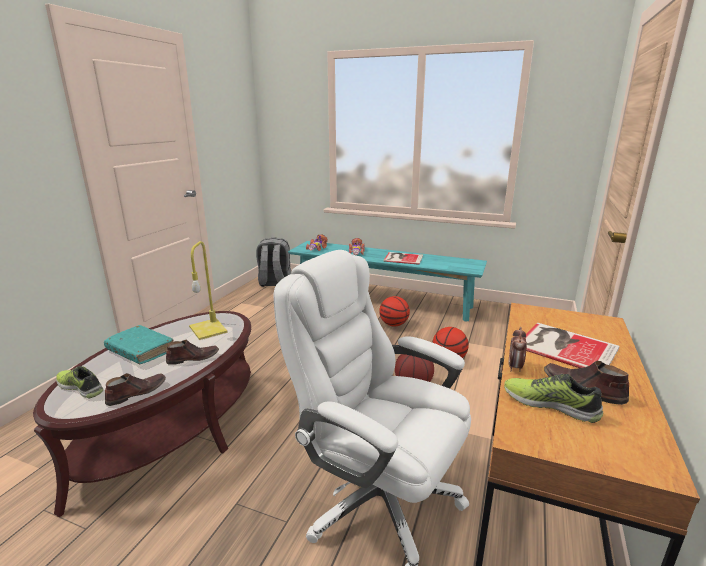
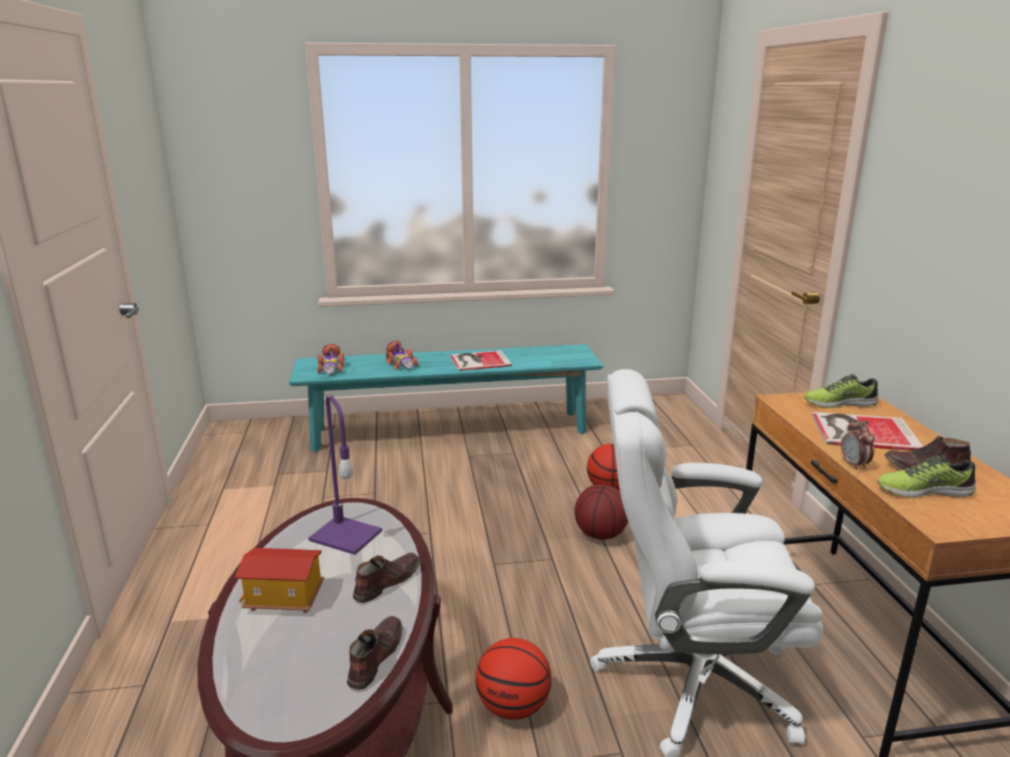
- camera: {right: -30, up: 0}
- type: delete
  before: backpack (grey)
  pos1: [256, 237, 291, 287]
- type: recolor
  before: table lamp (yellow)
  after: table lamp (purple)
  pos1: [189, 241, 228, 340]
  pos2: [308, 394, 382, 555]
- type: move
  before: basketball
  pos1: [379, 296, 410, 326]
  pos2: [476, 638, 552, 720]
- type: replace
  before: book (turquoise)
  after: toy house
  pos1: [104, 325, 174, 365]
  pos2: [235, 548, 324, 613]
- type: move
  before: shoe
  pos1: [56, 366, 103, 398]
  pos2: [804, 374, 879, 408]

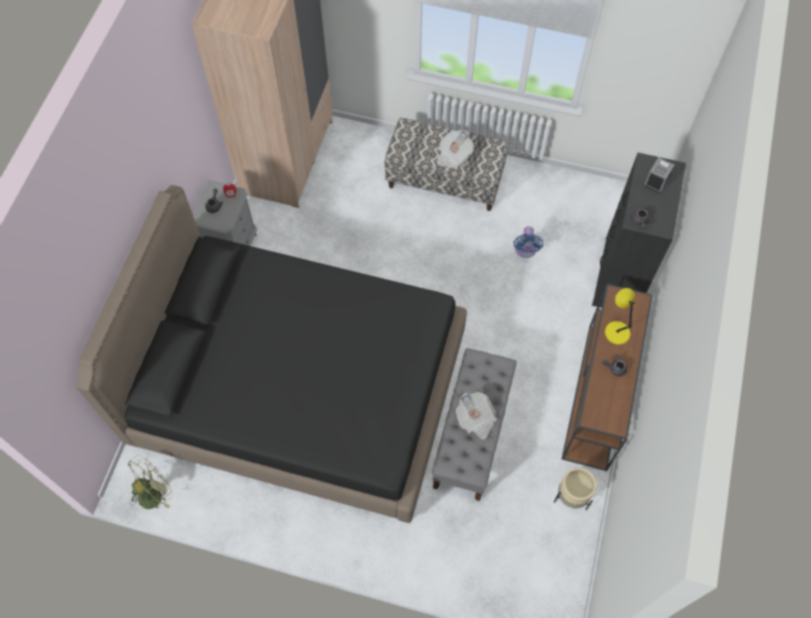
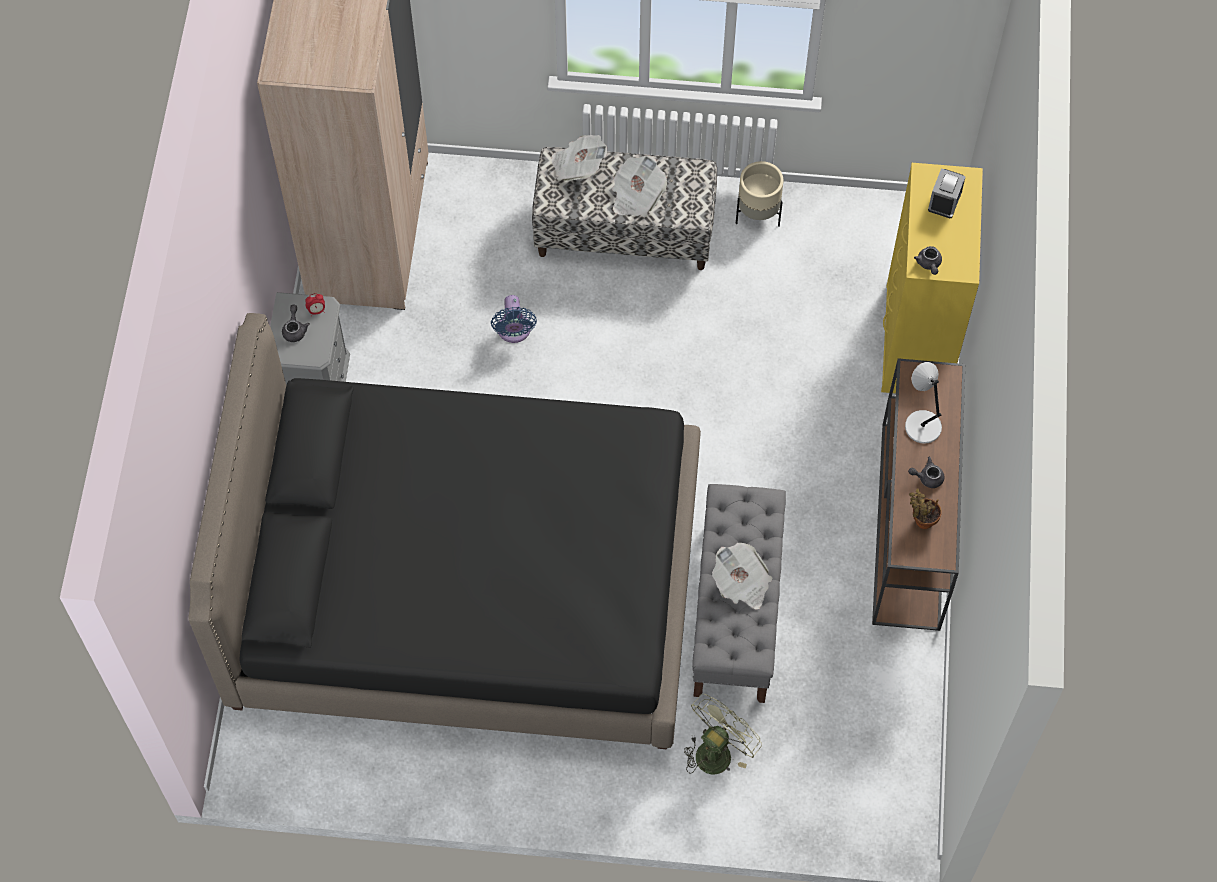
- camera: {right: -10, up: 0}
- type: recolor
  before: dresser (black)
  after: dresser (yellow)
  pos1: [592, 153, 686, 308]
  pos2: [881, 163, 983, 393]
- type: move
  before: fan (blue)
  pos1: [514, 226, 544, 258]
  pos2: [491, 295, 537, 343]
- type: recolor
  before: table lamp (yellow)
  after: table lamp (grey)
  pos1: [605, 288, 635, 345]
  pos2: [905, 362, 942, 444]
- type: move
  before: fan (green)
  pos1: [128, 455, 172, 509]
  pos2: [684, 694, 762, 774]
- type: move
  before: planter (beige)
  pos1: [554, 467, 596, 510]
  pos2: [736, 161, 784, 227]
- type: insert
  after: newspaper
  pos2: [551, 135, 608, 181]
- type: insert
  after: potted plant
  pos2: [909, 488, 942, 529]

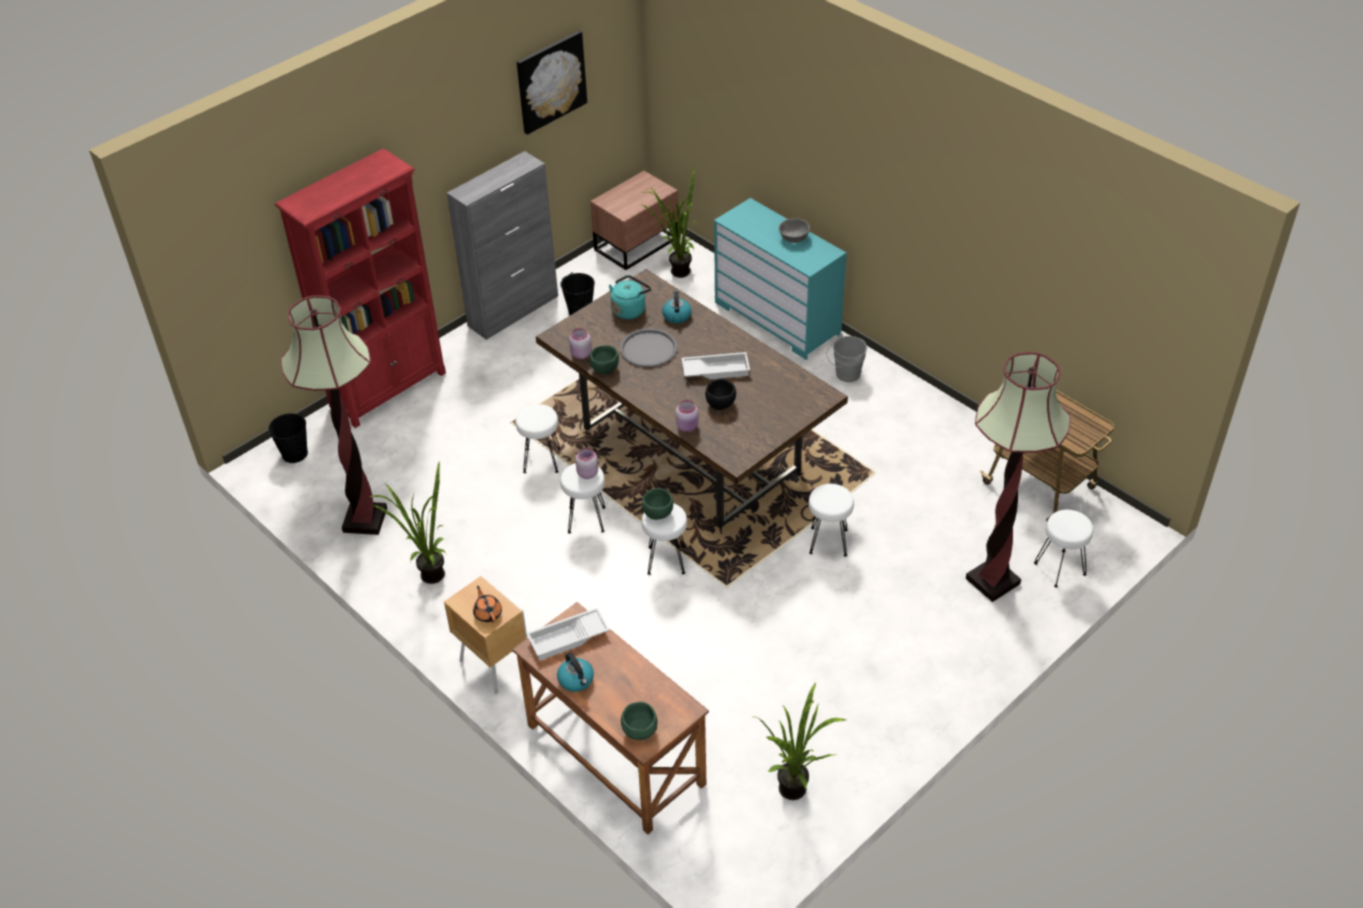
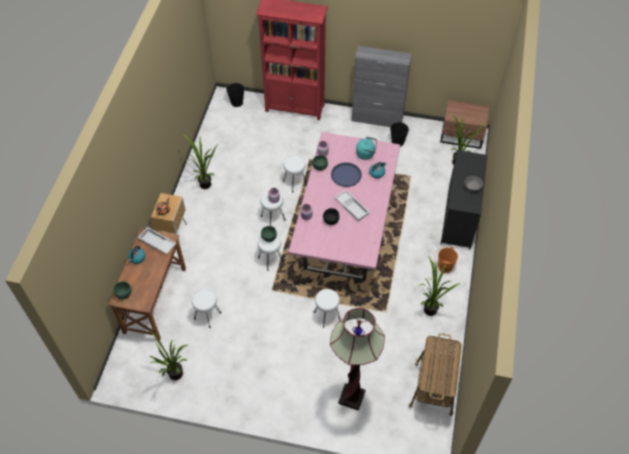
- camera: {right: 55, up: 10}
- type: delete
  before: picture
  pos1: [517, 31, 587, 135]
- type: recolor
  before: dresser (turquoise)
  after: dresser (black)
  pos1: [714, 198, 847, 360]
  pos2: [441, 150, 488, 250]
- type: recolor
  before: dining table (brown)
  after: dining table (pink)
  pos1: [536, 269, 848, 528]
  pos2: [288, 132, 400, 280]
- type: delete
  before: floor lamp
  pos1: [281, 295, 387, 535]
- type: recolor
  before: tray (grey)
  after: tray (blue)
  pos1: [620, 328, 677, 367]
  pos2: [331, 162, 362, 187]
- type: recolor
  before: bucket (grey)
  after: bucket (orange)
  pos1: [827, 334, 867, 382]
  pos2: [434, 247, 458, 273]
- type: move
  before: stool (white)
  pos1: [1034, 510, 1093, 588]
  pos2: [192, 289, 221, 328]
- type: insert
  after: potted plant
  pos2: [419, 256, 461, 316]

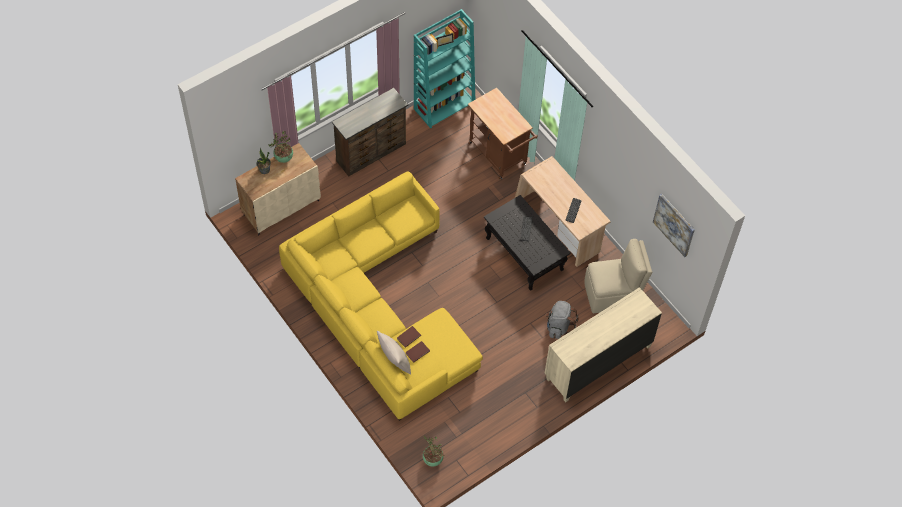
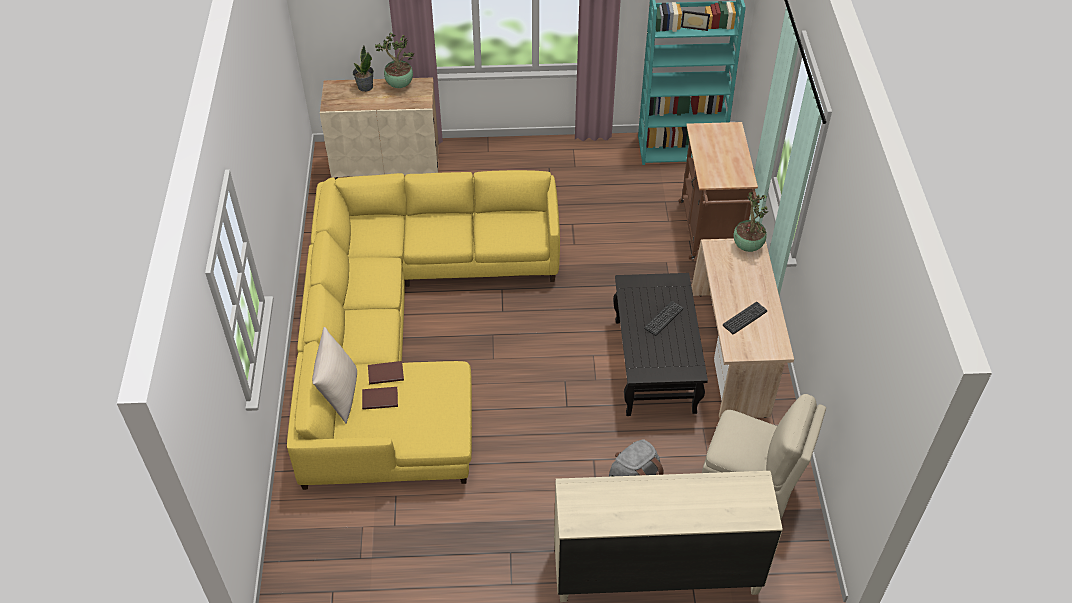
- camera: {right: 35, up: -10}
- type: delete
  before: dresser (brown)
  pos1: [332, 88, 408, 176]
- type: delete
  before: picture
  pos1: [653, 194, 695, 257]
- type: move
  before: potted plant
  pos1: [423, 436, 444, 466]
  pos2: [733, 192, 768, 252]

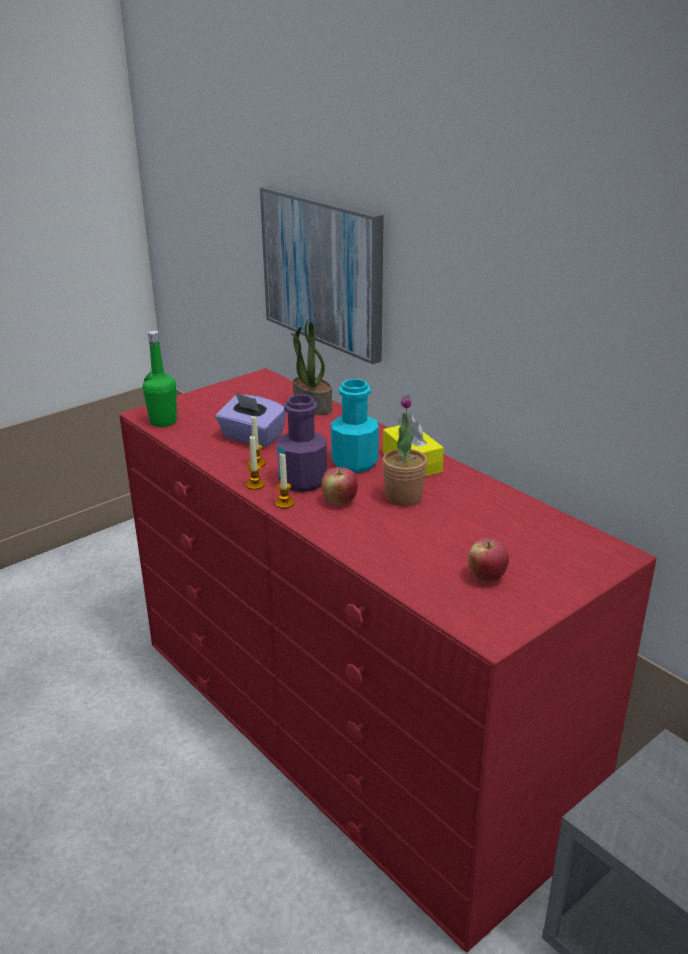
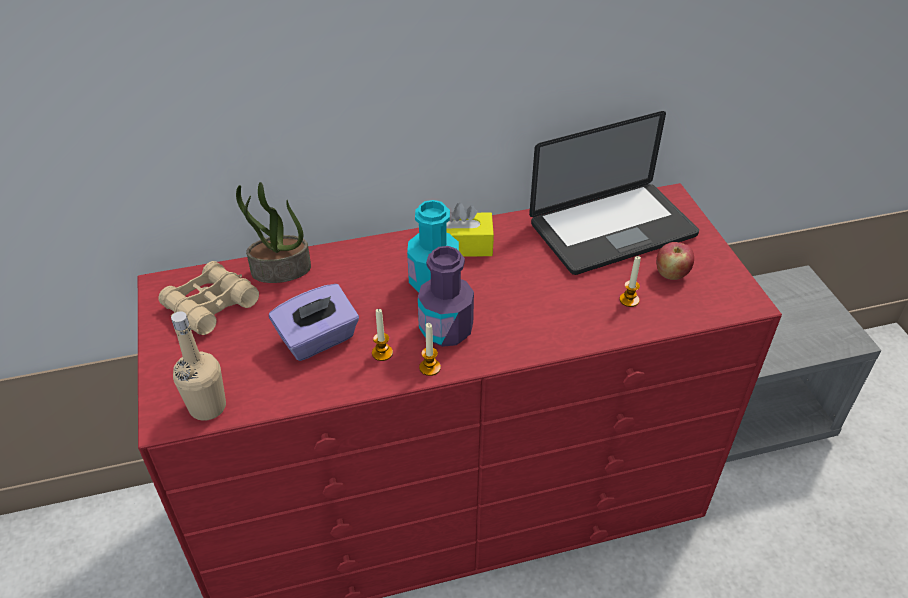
- camera: {right: -65, up: 15}
- type: delete
  before: picture
  pos1: [260, 186, 384, 364]
- type: recolor
  before: bottle (green)
  after: bottle (beige)
  pos1: [143, 331, 177, 427]
  pos2: [171, 311, 226, 421]
- type: delete
  before: potted plant
  pos1: [382, 395, 427, 506]
- type: move
  before: candle
  pos1: [275, 452, 294, 509]
  pos2: [619, 256, 641, 307]
- type: delete
  before: apple
  pos1: [321, 467, 358, 505]
- type: insert
  after: laptop
  pos2: [529, 111, 699, 275]
- type: insert
  after: binoculars (beige)
  pos2: [158, 261, 259, 335]

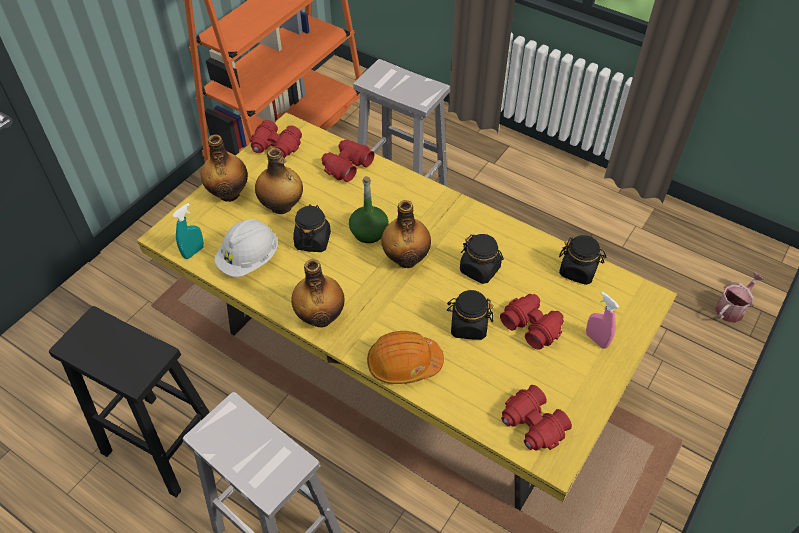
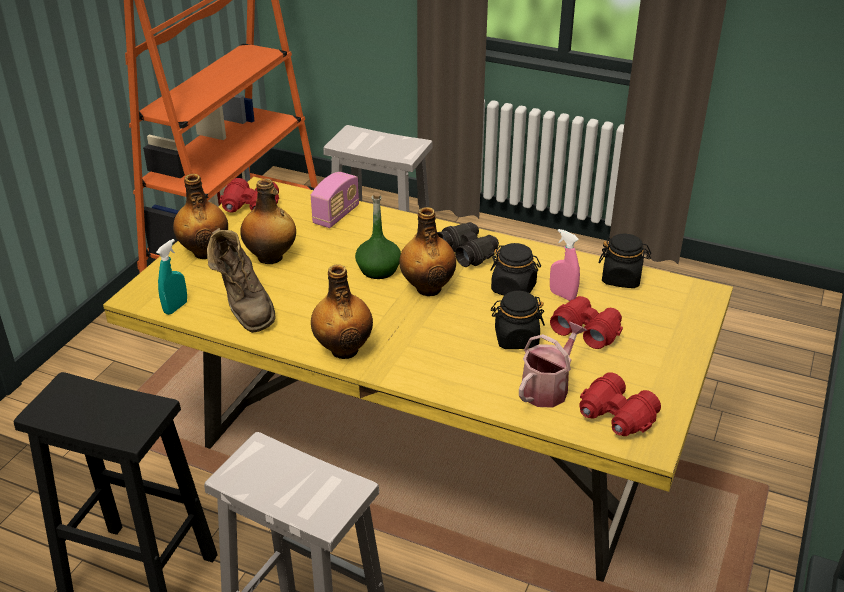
- camera: {right: -10, up: -15}
- type: replace
  before: binoculars (red)
  after: radio
  pos1: [322, 139, 375, 182]
  pos2: [311, 172, 359, 228]
- type: delete
  before: jar (black)
  pos1: [293, 204, 331, 252]
- type: replace
  before: hard hat (white)
  after: boot (brown)
  pos1: [215, 219, 278, 277]
  pos2: [207, 228, 276, 333]
- type: move
  before: watering can
  pos1: [715, 272, 764, 323]
  pos2: [519, 322, 587, 408]
- type: move
  before: spray bottle (pink)
  pos1: [586, 291, 619, 348]
  pos2: [550, 229, 580, 301]
- type: delete
  before: hard hat (orange)
  pos1: [367, 331, 444, 384]
- type: insert
  after: binoculars (black)
  pos2: [437, 222, 499, 267]

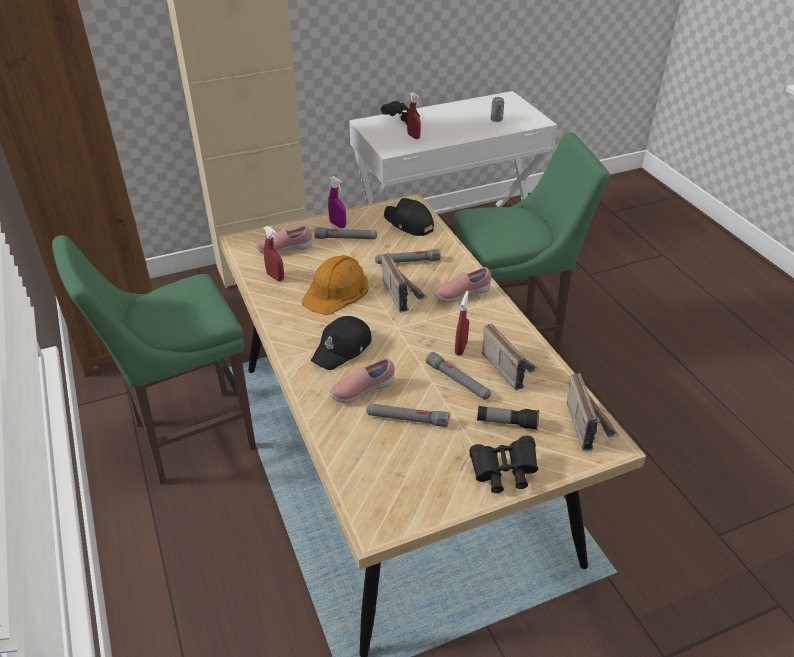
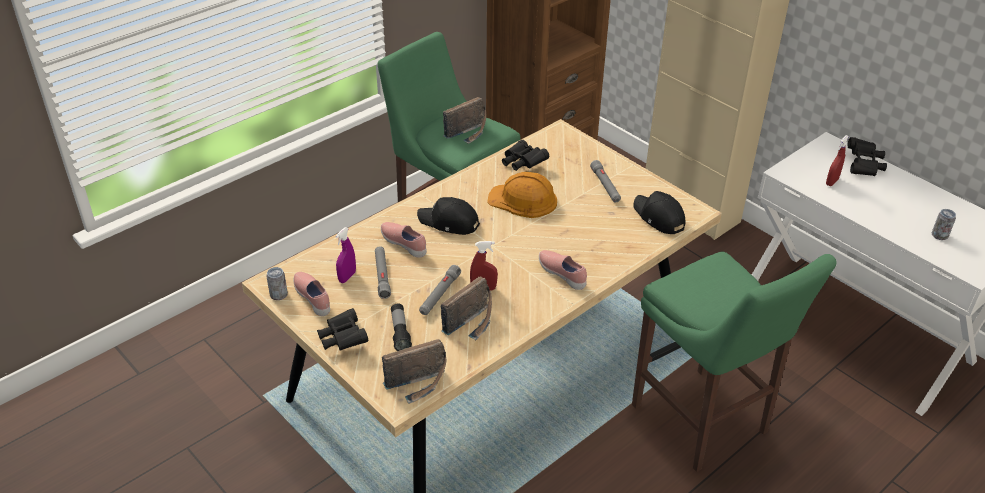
- camera: {right: 70, up: 0}
- type: move
  before: spray bottle (purple)
  pos1: [328, 176, 346, 228]
  pos2: [335, 227, 356, 283]
- type: rotate
  before: cap (black)
  pos1: [384, 198, 434, 236]
  pos2: [633, 191, 686, 234]
  turn: -60
- type: move
  before: shoe (pink)
  pos1: [255, 225, 312, 254]
  pos2: [293, 272, 330, 316]
- type: replace
  before: spray bottle (red)
  after: binoculars (black)
  pos1: [264, 226, 284, 281]
  pos2: [502, 140, 549, 171]
- type: delete
  before: flashlight (grey)
  pos1: [375, 249, 441, 264]
- type: move
  before: radio
  pos1: [381, 252, 428, 313]
  pos2: [443, 97, 486, 144]
- type: insert
  after: can
  pos2: [267, 267, 288, 300]

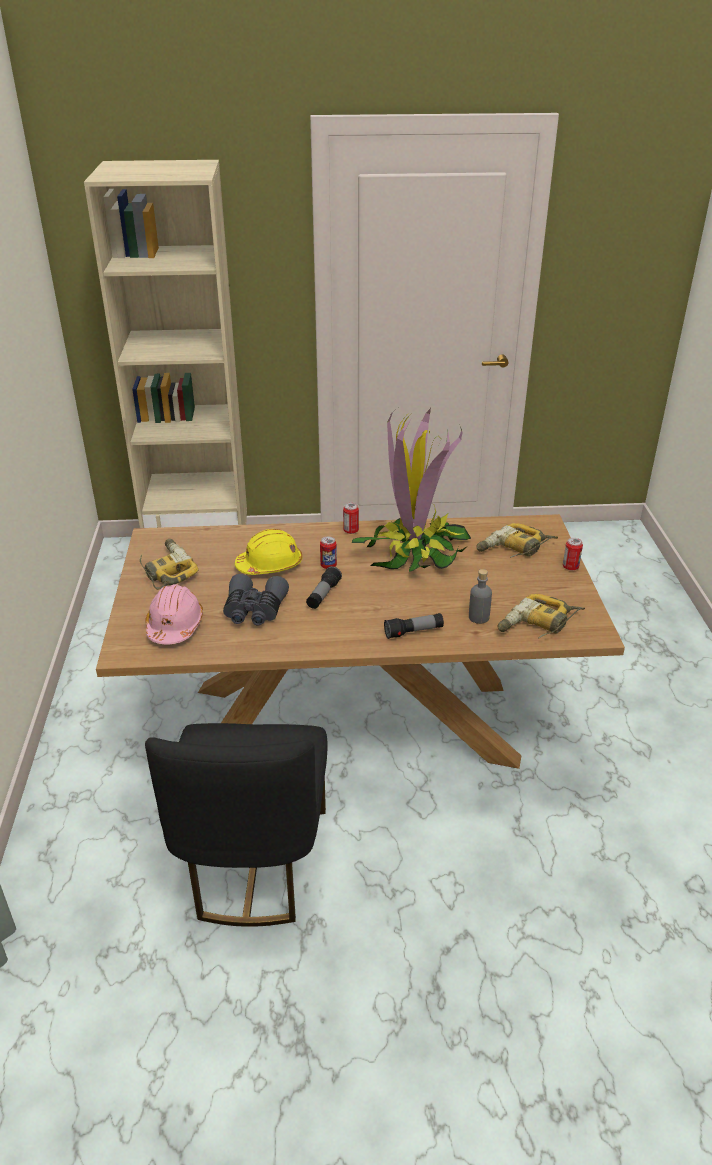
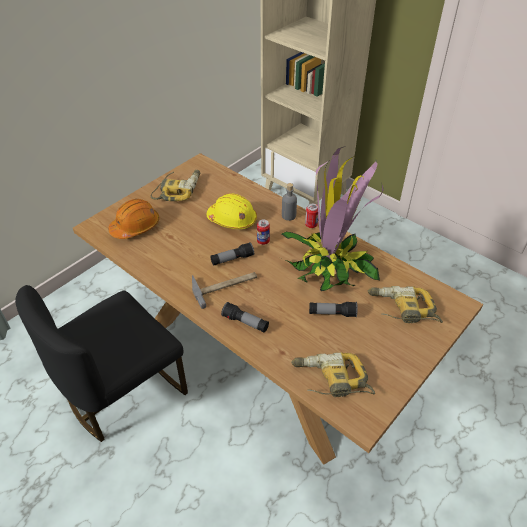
- camera: {right: 45, up: 10}
- type: delete
  before: can
  pos1: [563, 538, 583, 571]
- type: move
  before: bottle (grey)
  pos1: [469, 569, 492, 624]
  pos2: [282, 183, 297, 221]
- type: delete
  before: binoculars (grey)
  pos1: [223, 574, 289, 625]
- type: recolor
  before: hard hat (pink)
  after: hard hat (orange)
  pos1: [145, 584, 203, 644]
  pos2: [109, 199, 160, 239]
- type: insert
  after: hammer
  pos2: [192, 272, 257, 309]
- type: insert
  after: flashlight
  pos2: [309, 302, 358, 317]

